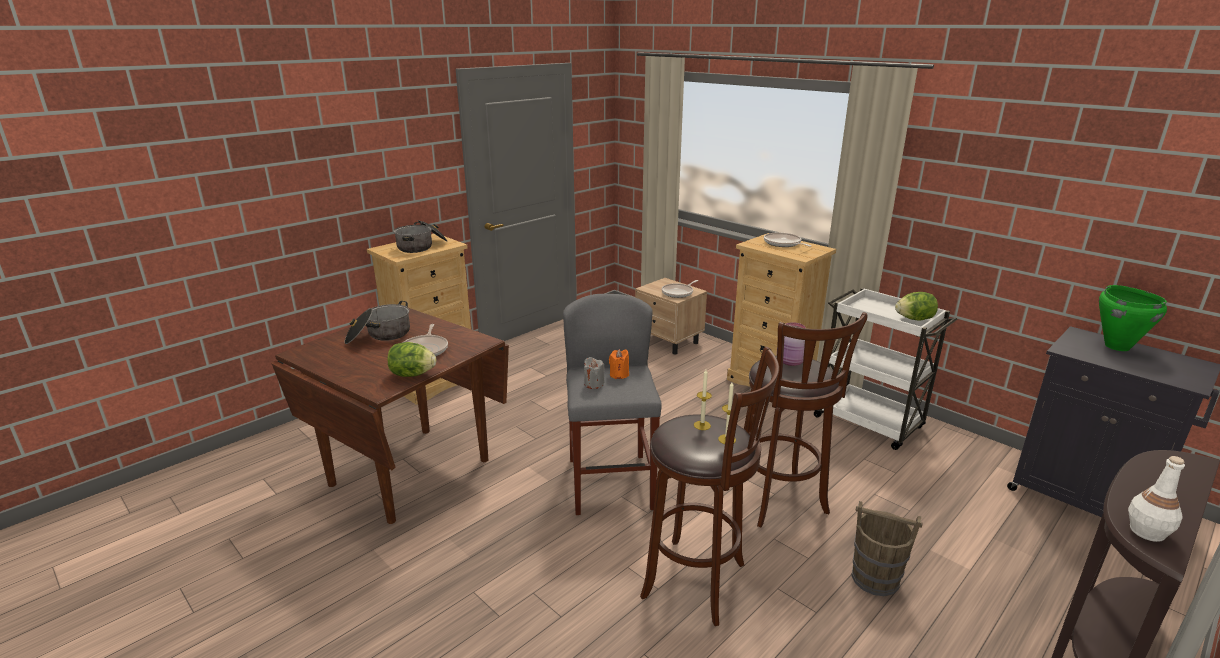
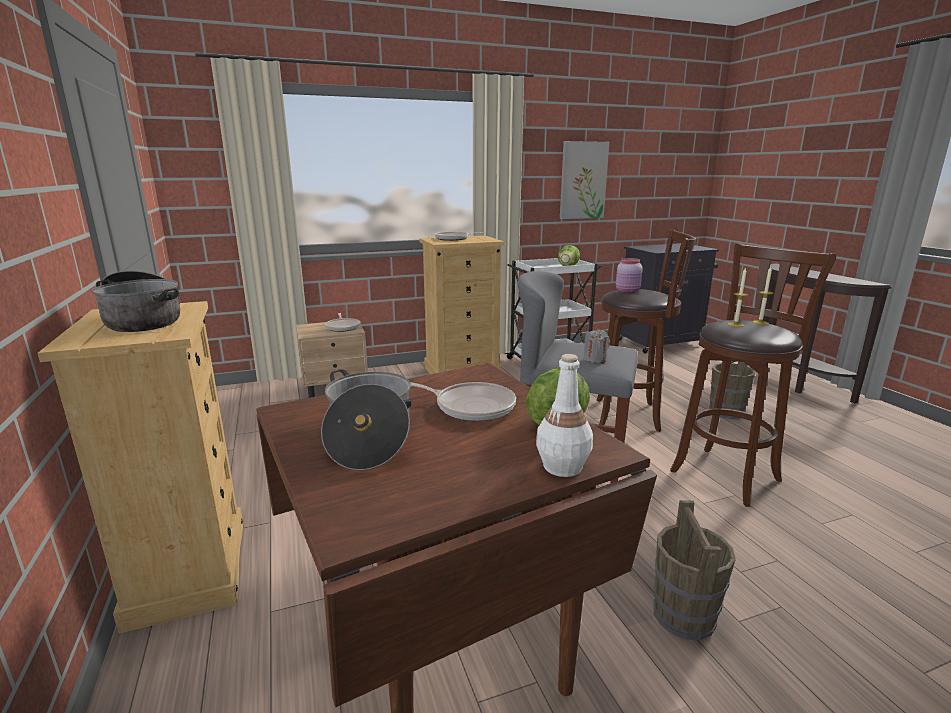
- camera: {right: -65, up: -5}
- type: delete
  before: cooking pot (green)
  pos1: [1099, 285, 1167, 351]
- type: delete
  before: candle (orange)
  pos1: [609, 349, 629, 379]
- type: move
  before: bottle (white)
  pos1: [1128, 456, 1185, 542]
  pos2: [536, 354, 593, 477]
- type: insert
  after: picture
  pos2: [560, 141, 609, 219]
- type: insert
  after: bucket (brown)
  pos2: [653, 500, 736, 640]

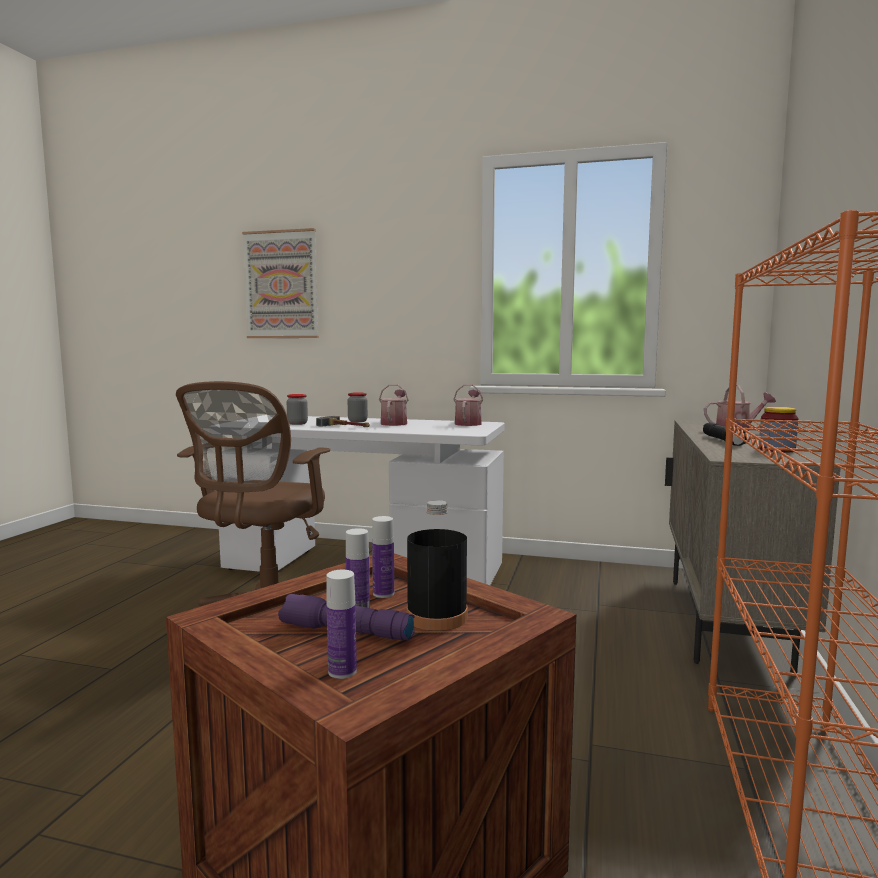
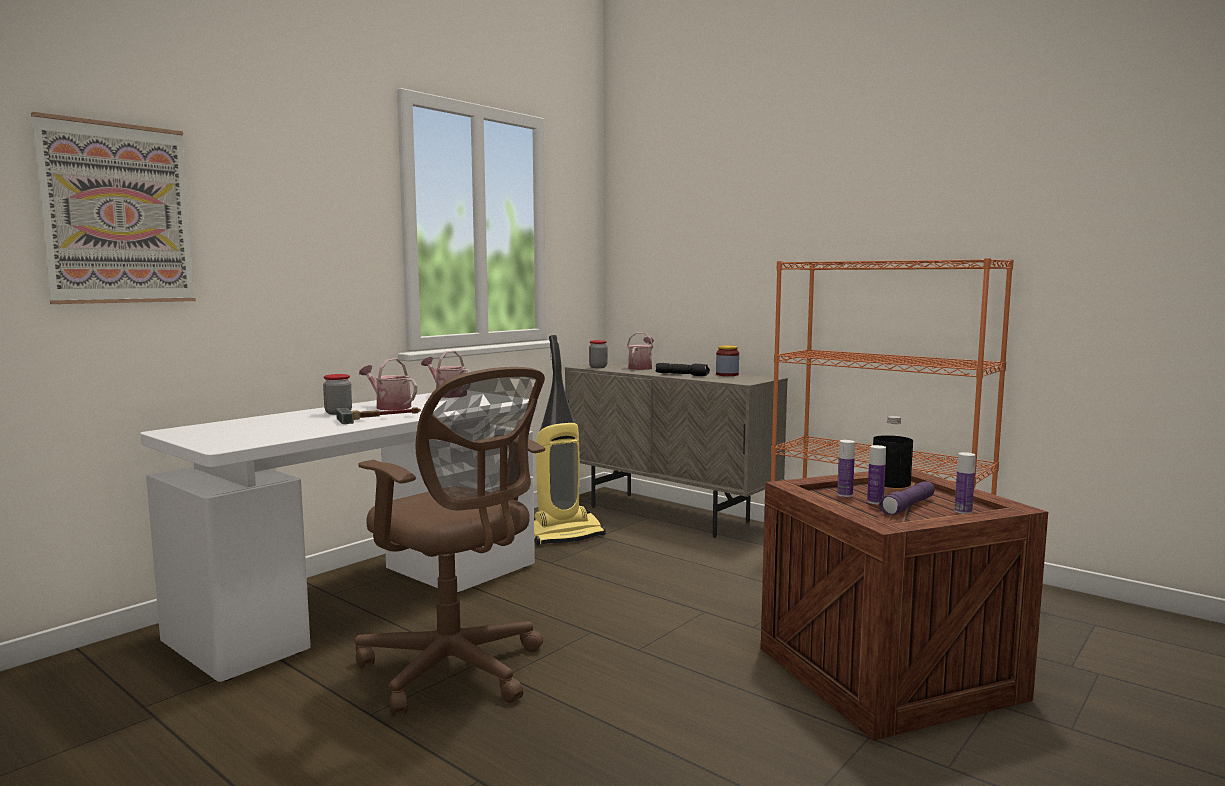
- camera: {right: -65, up: 0}
- type: move
  before: jar
  pos1: [287, 394, 308, 425]
  pos2: [589, 340, 607, 368]
- type: insert
  after: vacuum cleaner
  pos2: [534, 335, 606, 545]

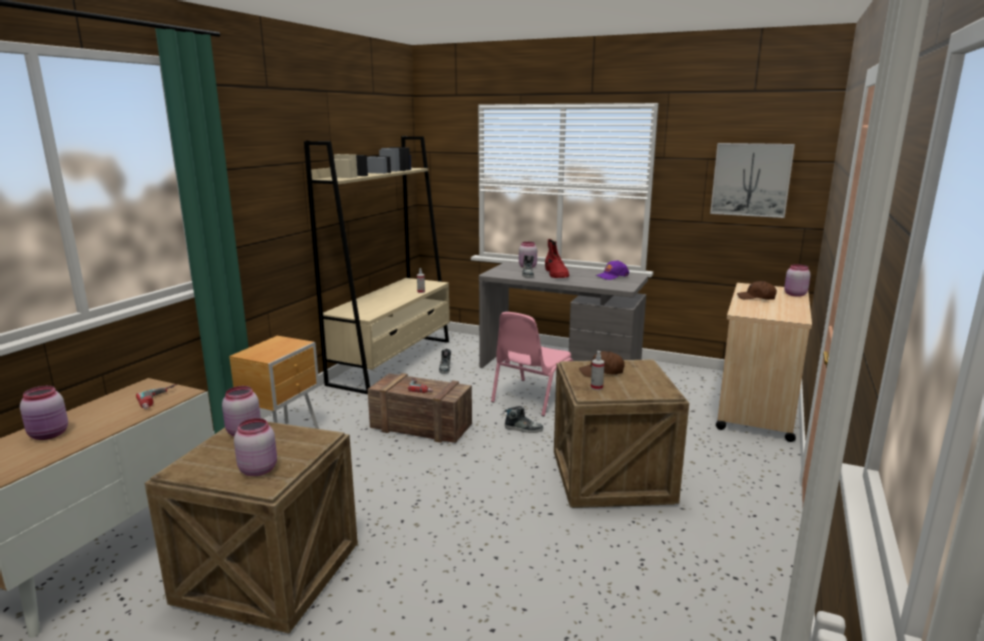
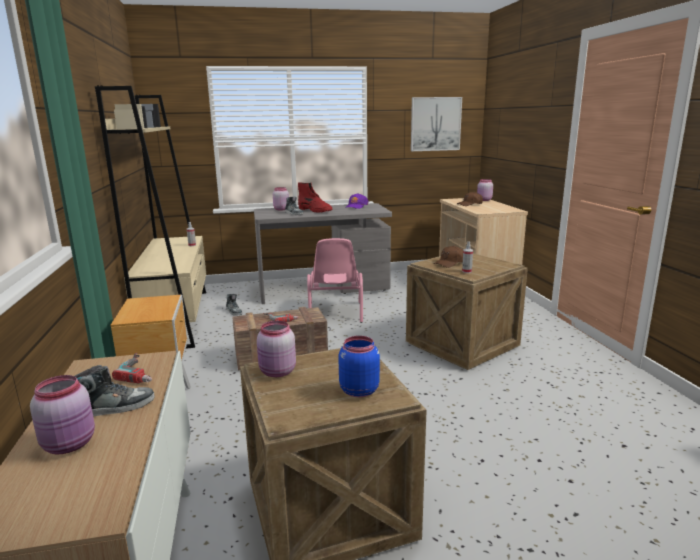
- camera: {right: -35, up: 0}
- type: move
  before: shoe
  pos1: [505, 406, 543, 433]
  pos2: [75, 365, 155, 417]
- type: recolor
  before: jar (pink)
  after: jar (blue)
  pos1: [234, 418, 277, 476]
  pos2: [338, 336, 380, 397]

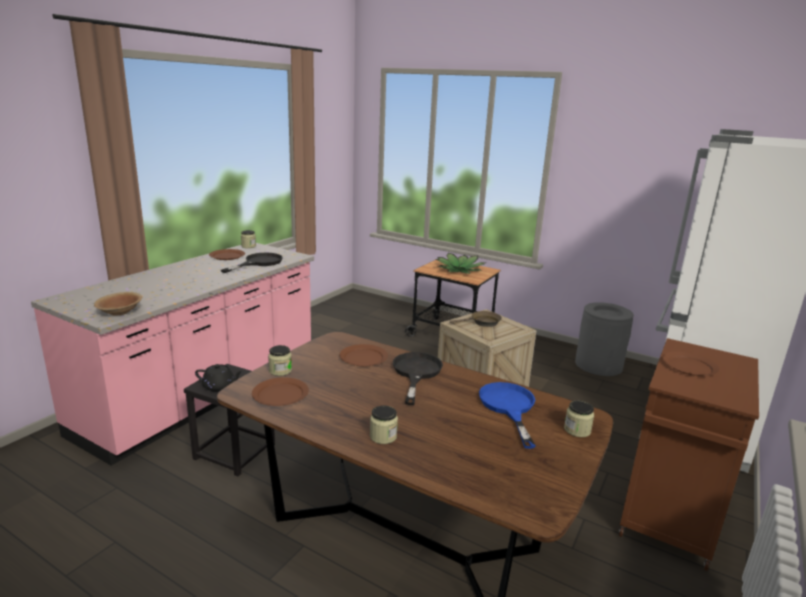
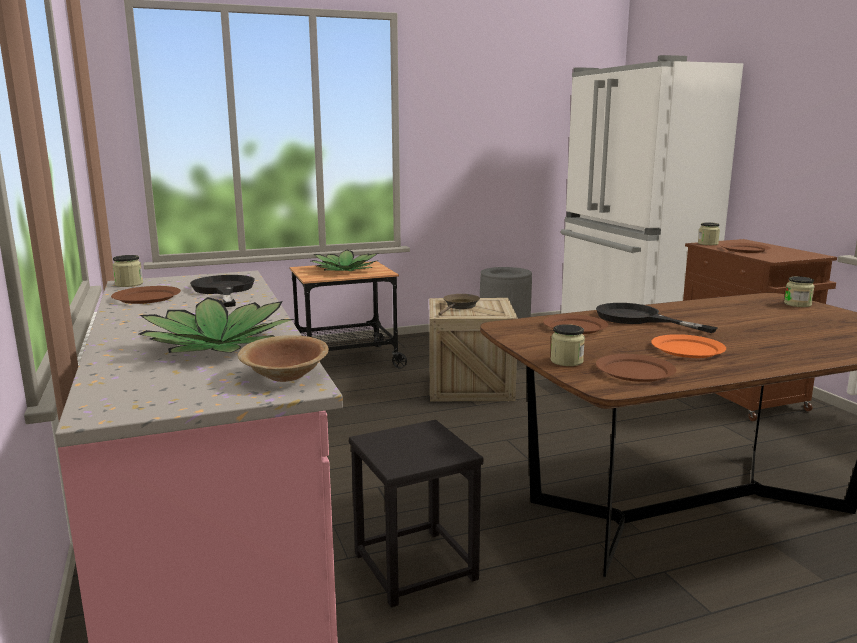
- camera: {right: -50, up: -5}
- type: delete
  before: teapot (black)
  pos1: [195, 364, 243, 391]
- type: delete
  before: frying pan (blue)
  pos1: [479, 382, 536, 449]
- type: move
  before: jar
  pos1: [370, 406, 398, 444]
  pos2: [698, 222, 720, 245]
- type: insert
  after: potted plant
  pos2: [139, 297, 294, 353]
- type: insert
  after: plate (orange)
  pos2: [651, 334, 726, 358]

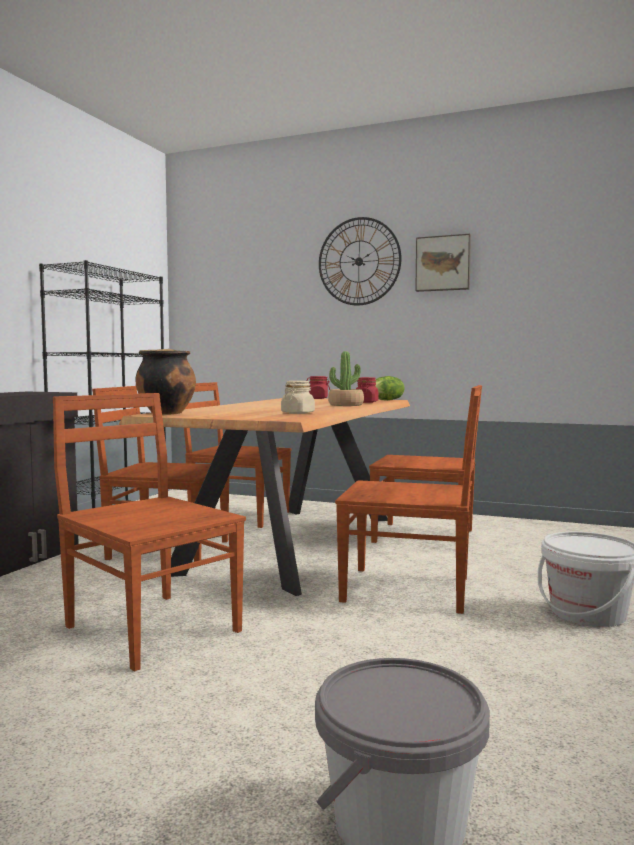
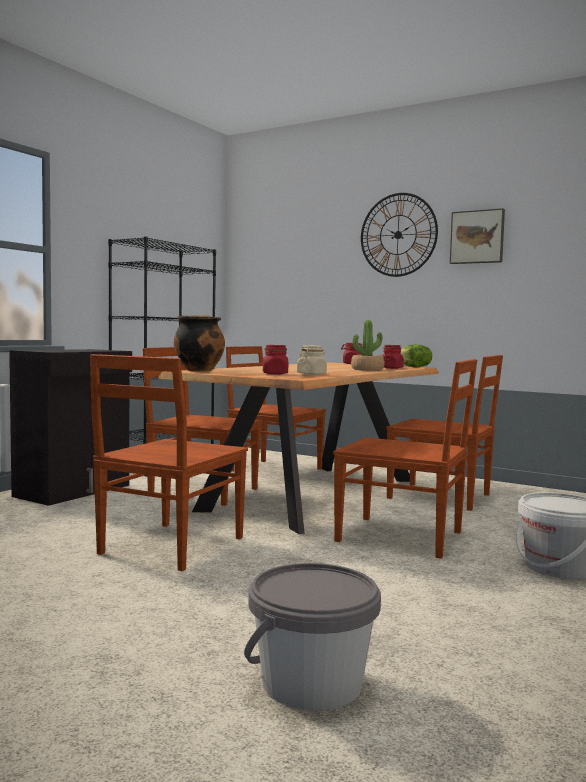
- camera: {right: 10, up: 0}
- type: rotate
  before: chair (brown)
  pos1: [53, 393, 246, 672]
  pos2: [90, 354, 248, 571]
  turn: -120
- type: insert
  after: jar (red)
  pos2: [263, 345, 288, 375]

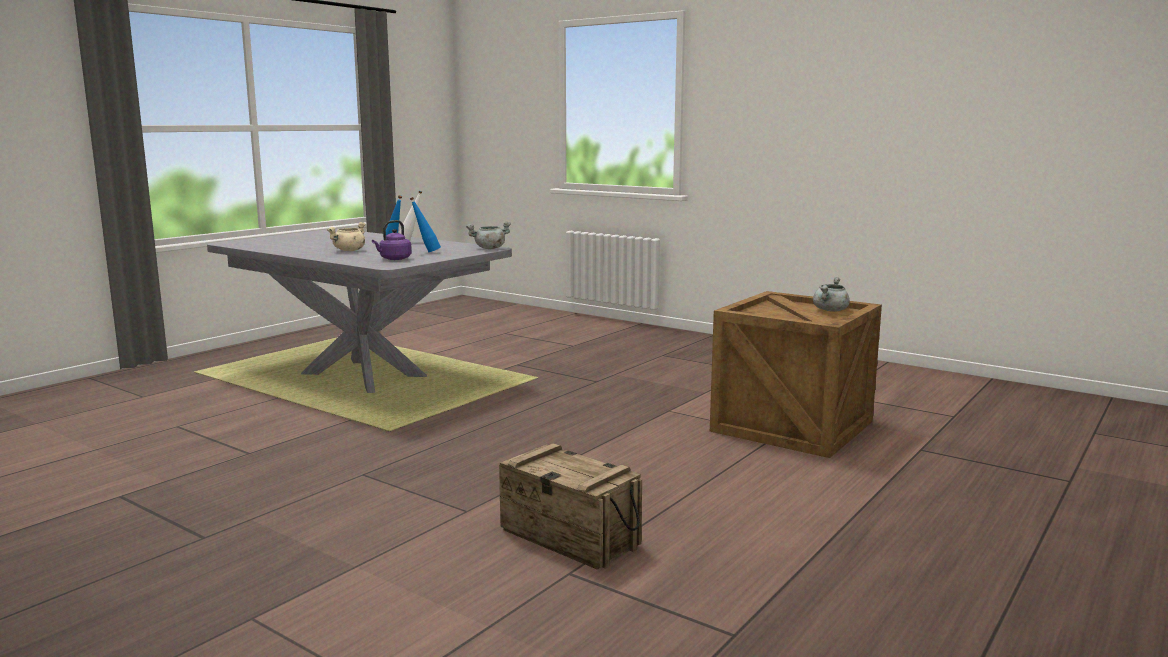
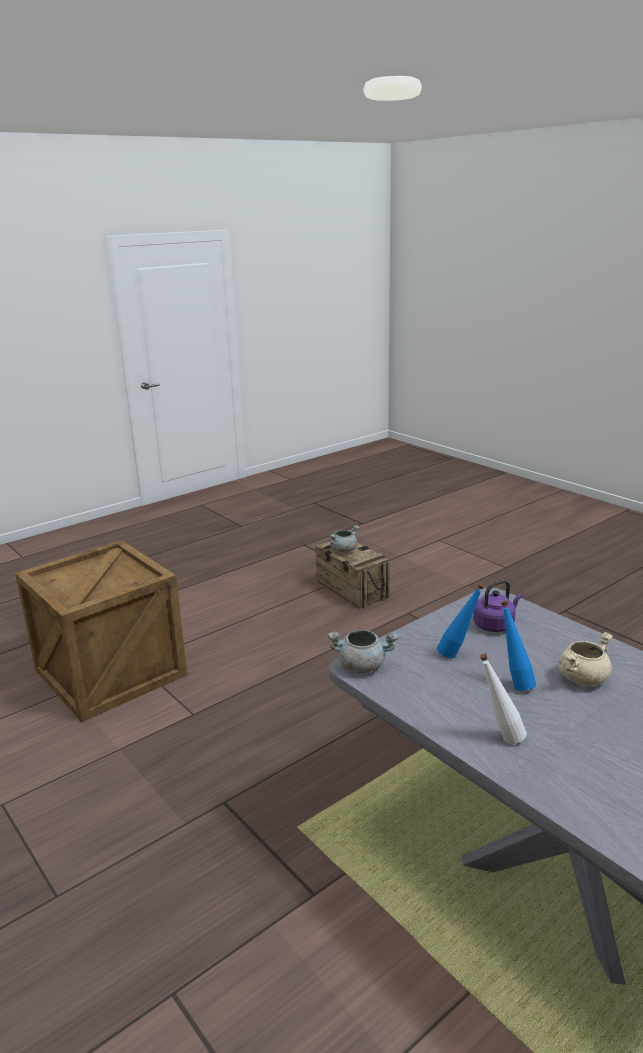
- camera: {right: -165, up: 10}
- type: move
  before: cooking pot (grey)
  pos1: [813, 277, 850, 312]
  pos2: [330, 525, 359, 553]

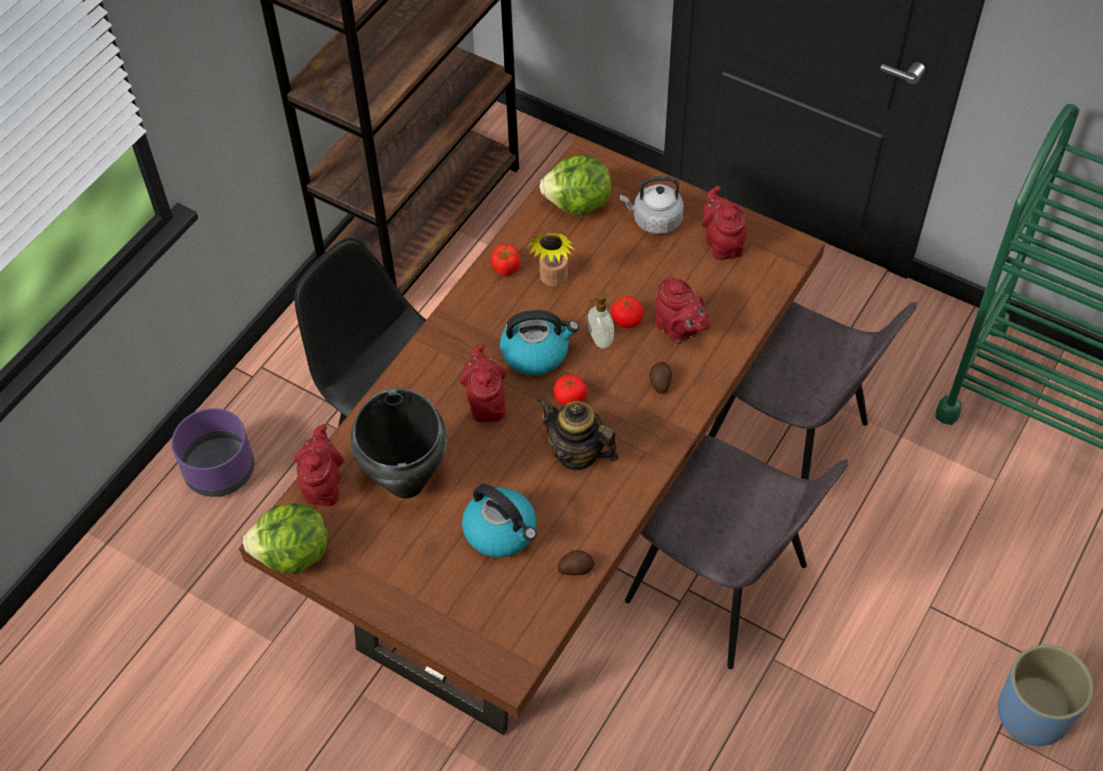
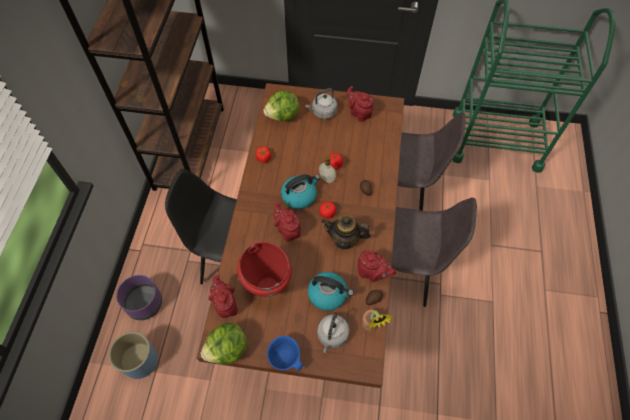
- camera: {right: -25, up: 5}
- type: move
  before: potted plant
  pos1: [527, 233, 574, 287]
  pos2: [362, 310, 395, 331]
- type: move
  before: teapot (red)
  pos1: [655, 277, 710, 342]
  pos2: [358, 250, 397, 282]
- type: recolor
  before: cooking pot (black)
  after: cooking pot (red)
  pos1: [350, 388, 447, 498]
  pos2: [238, 242, 292, 297]
- type: move
  before: planter (blue)
  pos1: [998, 644, 1093, 746]
  pos2: [109, 332, 158, 379]
- type: insert
  after: kettle (grey)
  pos2: [317, 312, 349, 352]
- type: insert
  after: bowl (blue)
  pos2: [267, 336, 303, 371]

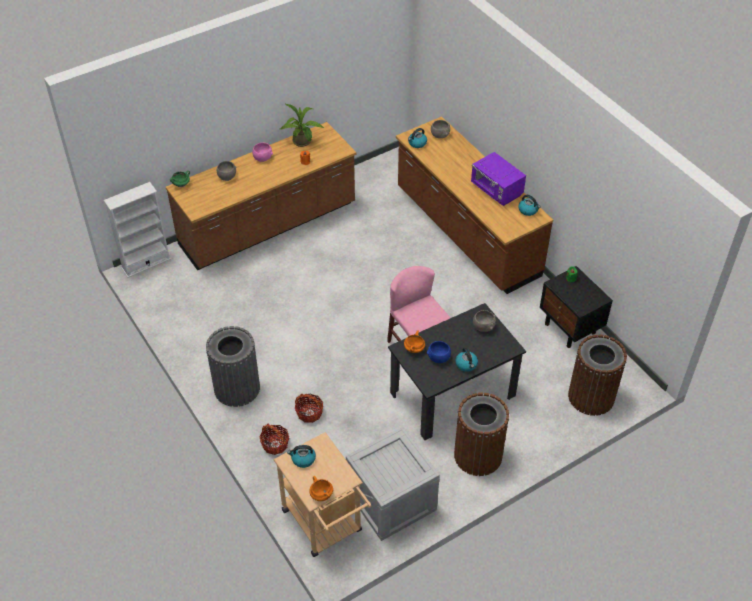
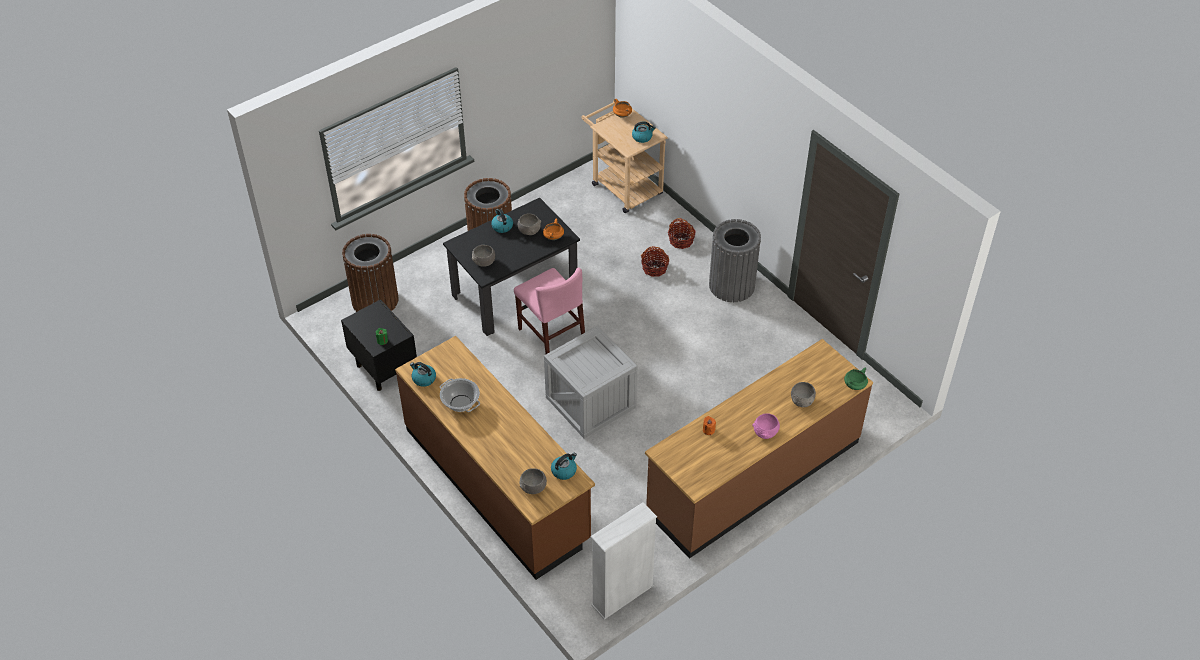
- camera: {right: 175, up: 0}
- type: delete
  before: potted plant
  pos1: [280, 104, 325, 147]
- type: replace
  before: microwave (purple)
  after: cooking pot
  pos1: [471, 152, 526, 206]
  pos2: [440, 378, 480, 412]
- type: move
  before: bookcase (white)
  pos1: [104, 182, 171, 278]
  pos2: [591, 502, 657, 620]
- type: recolor
  before: bowl (blue)
  after: bowl (grey)
  pos1: [427, 341, 451, 363]
  pos2: [518, 213, 541, 235]
- type: move
  before: crate
  pos1: [346, 427, 440, 541]
  pos2: [544, 326, 637, 438]

